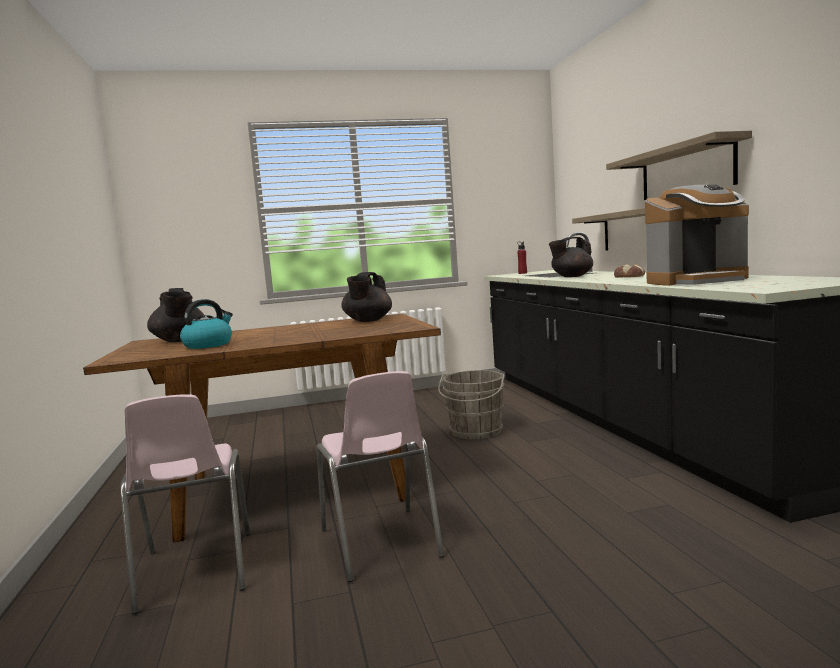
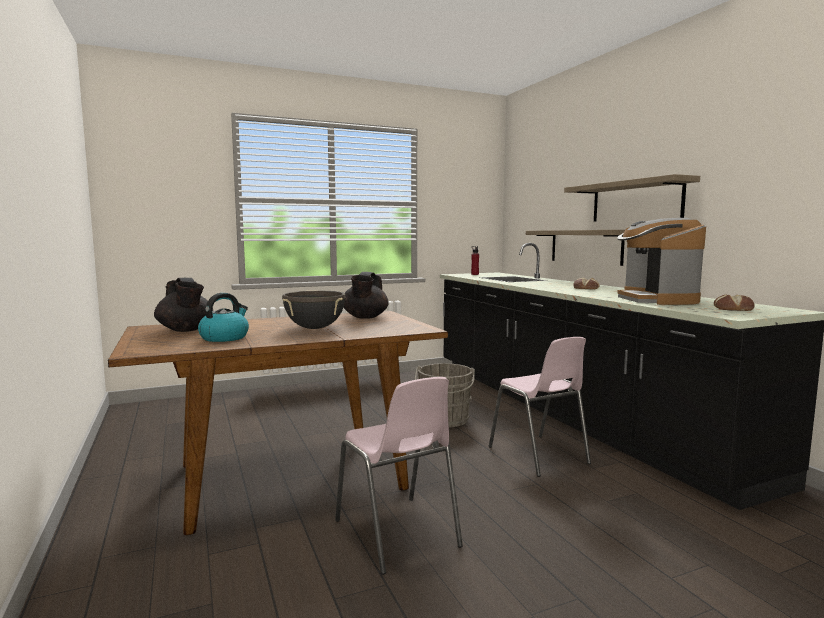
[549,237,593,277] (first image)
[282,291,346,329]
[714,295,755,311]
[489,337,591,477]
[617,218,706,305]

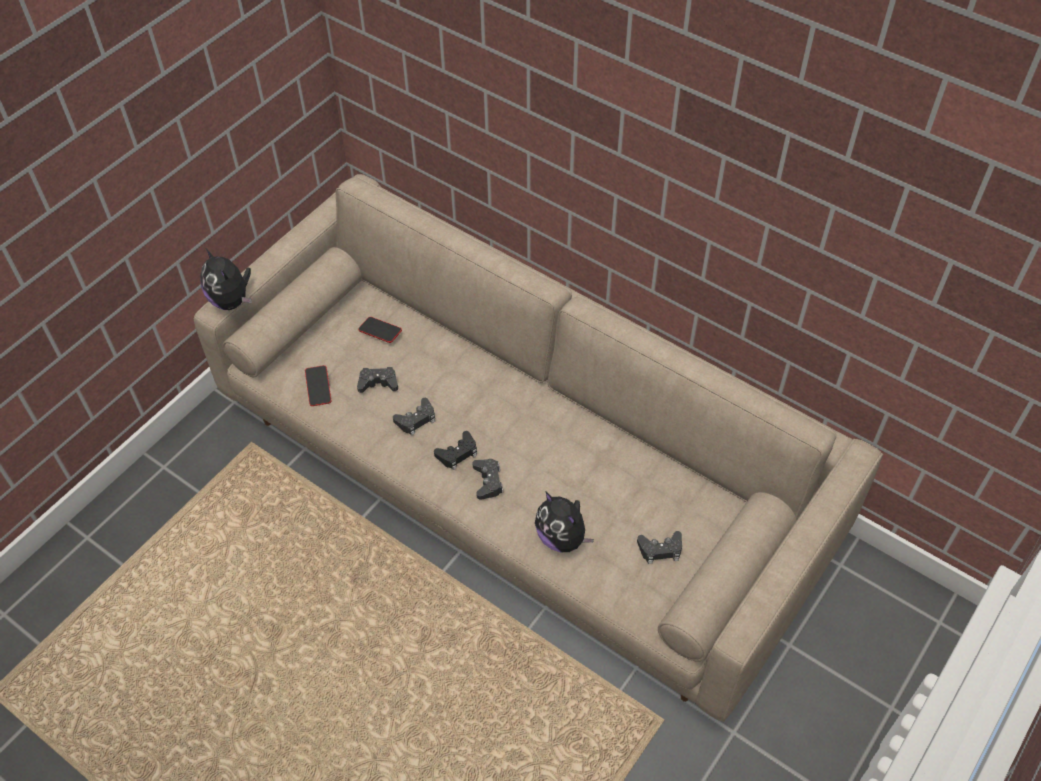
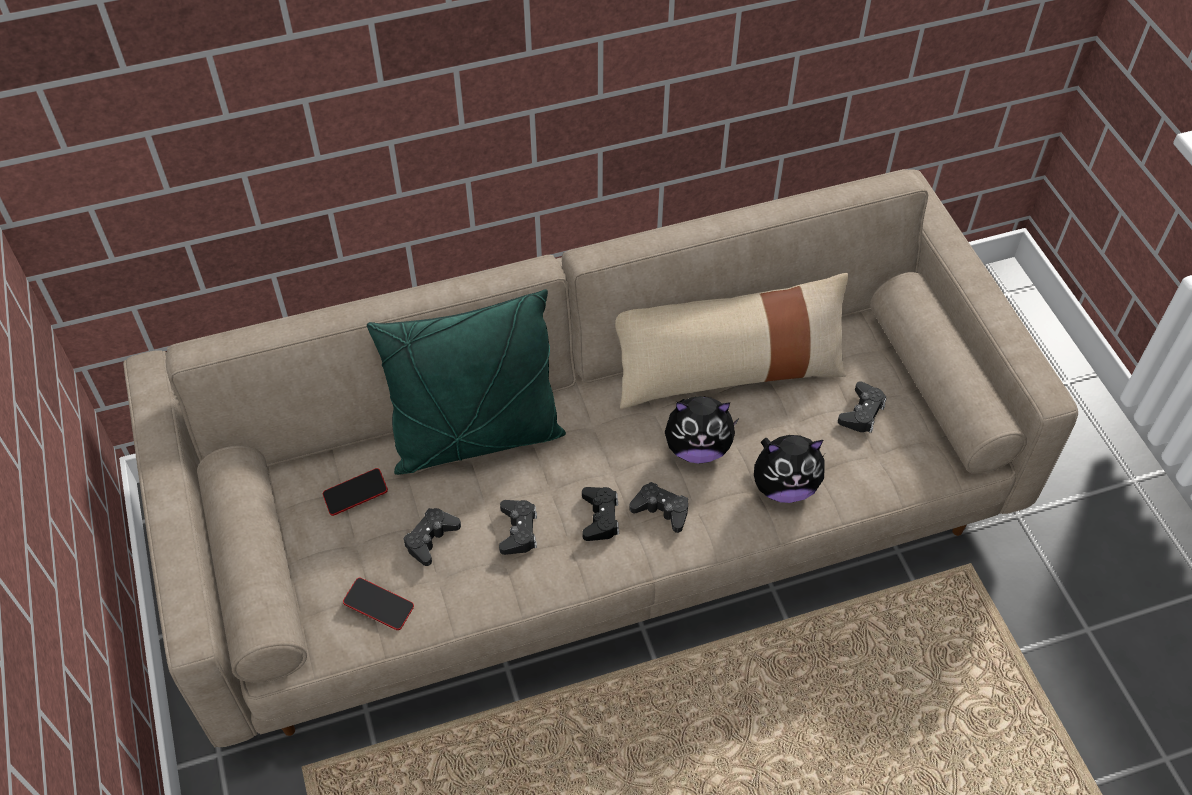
[367,289,566,475]
[615,273,848,409]
[665,396,739,464]

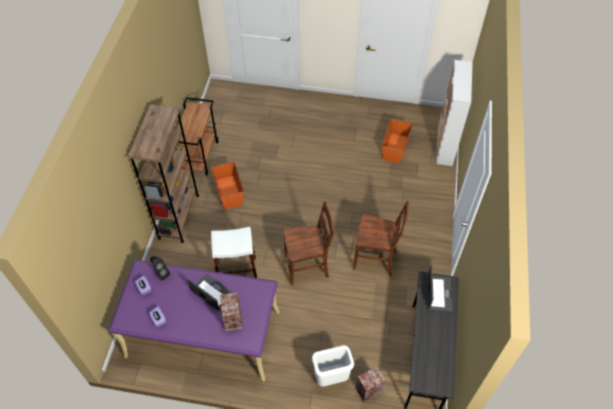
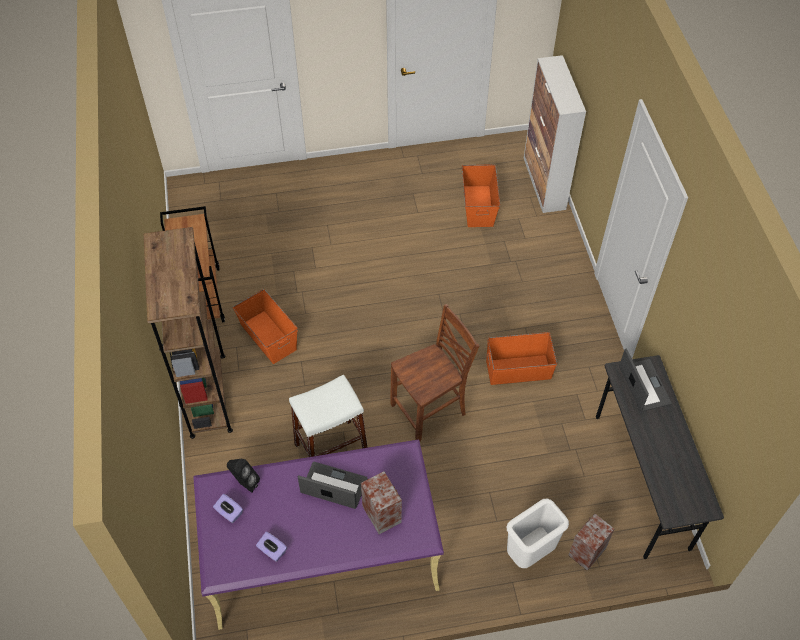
[486,332,557,385]

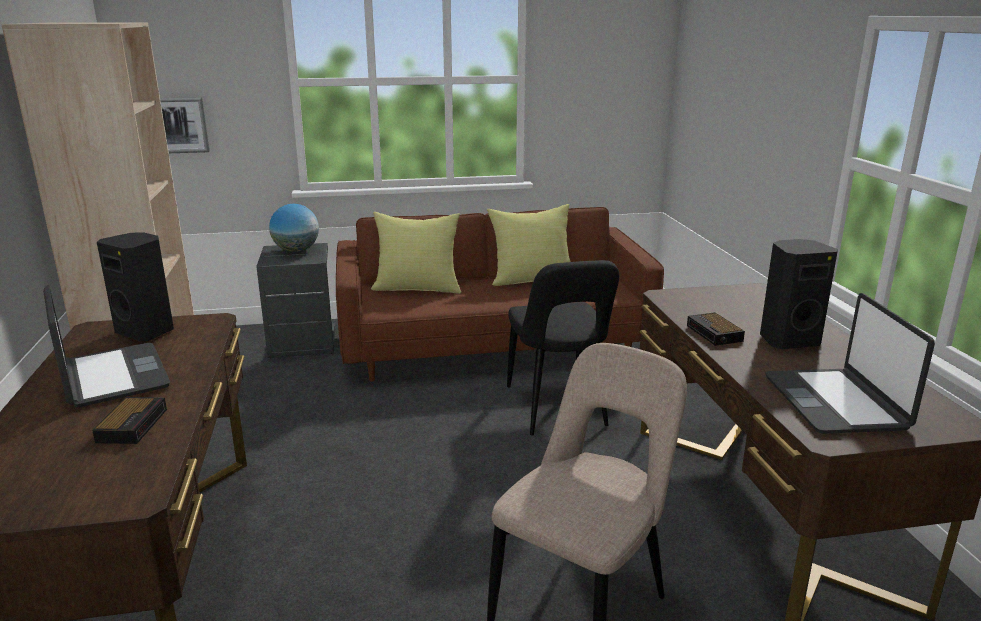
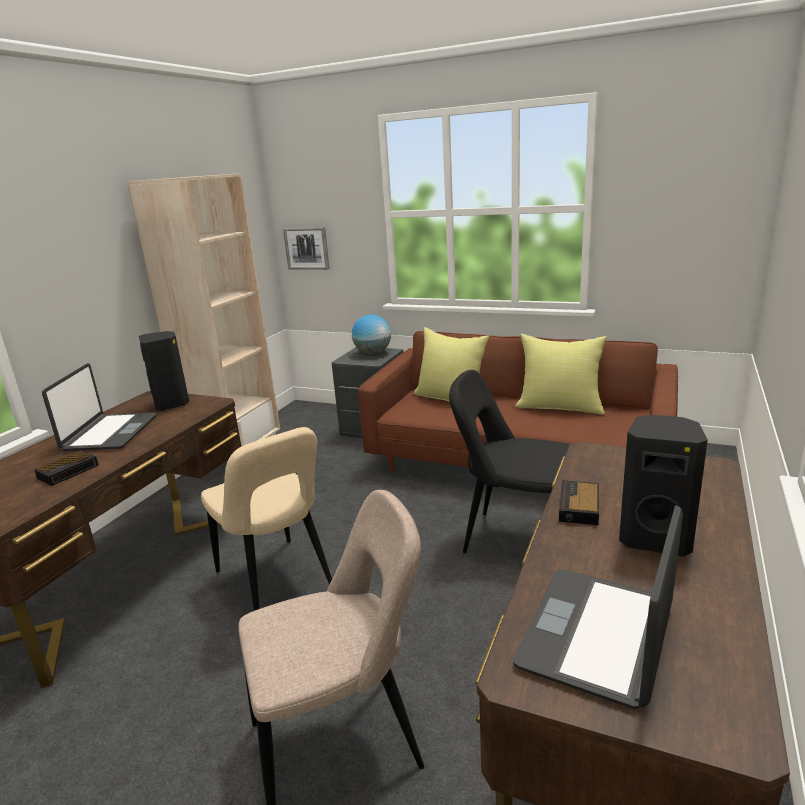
[201,427,332,611]
[449,370,570,553]

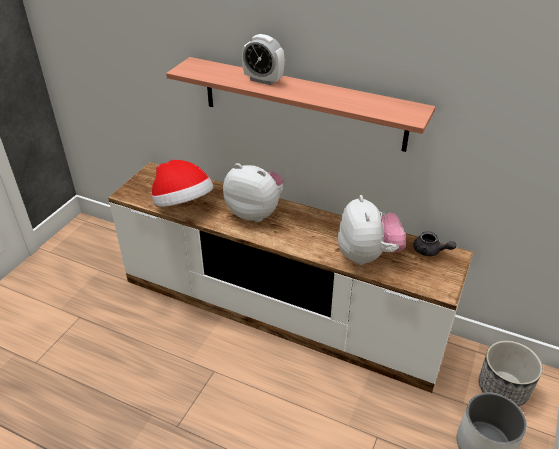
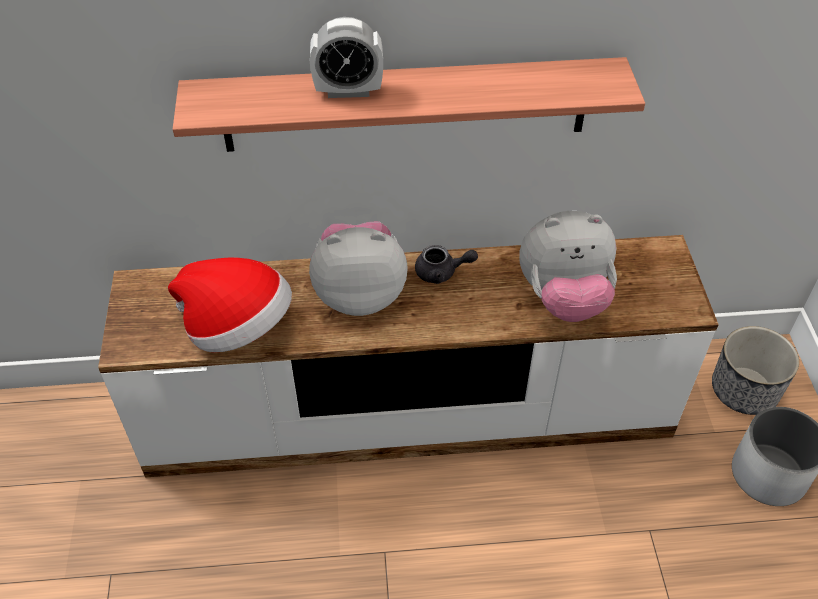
[415,245,478,284]
[519,211,617,322]

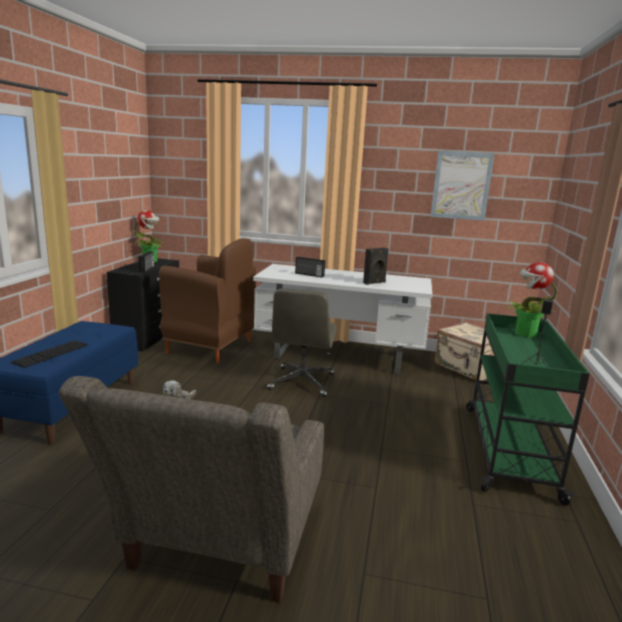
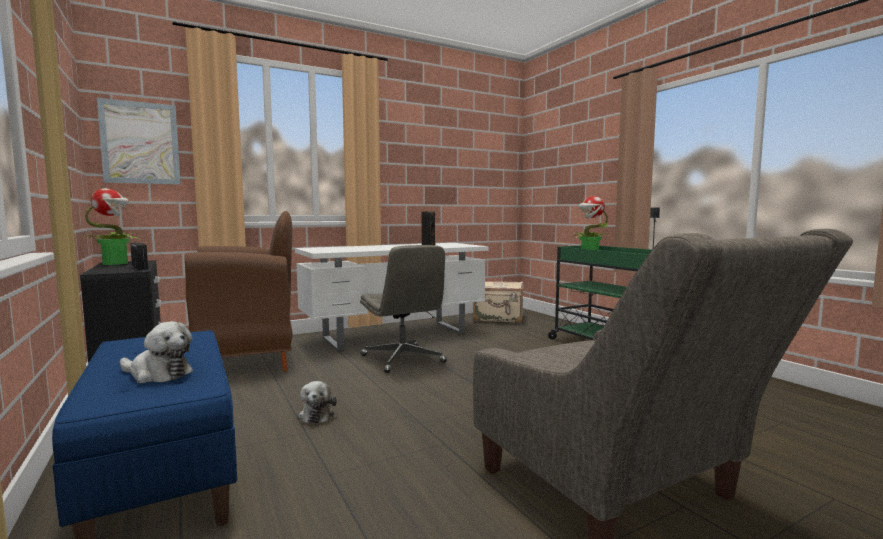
[295,257,325,278] (first image)
[97,98,181,185]
[120,321,193,383]

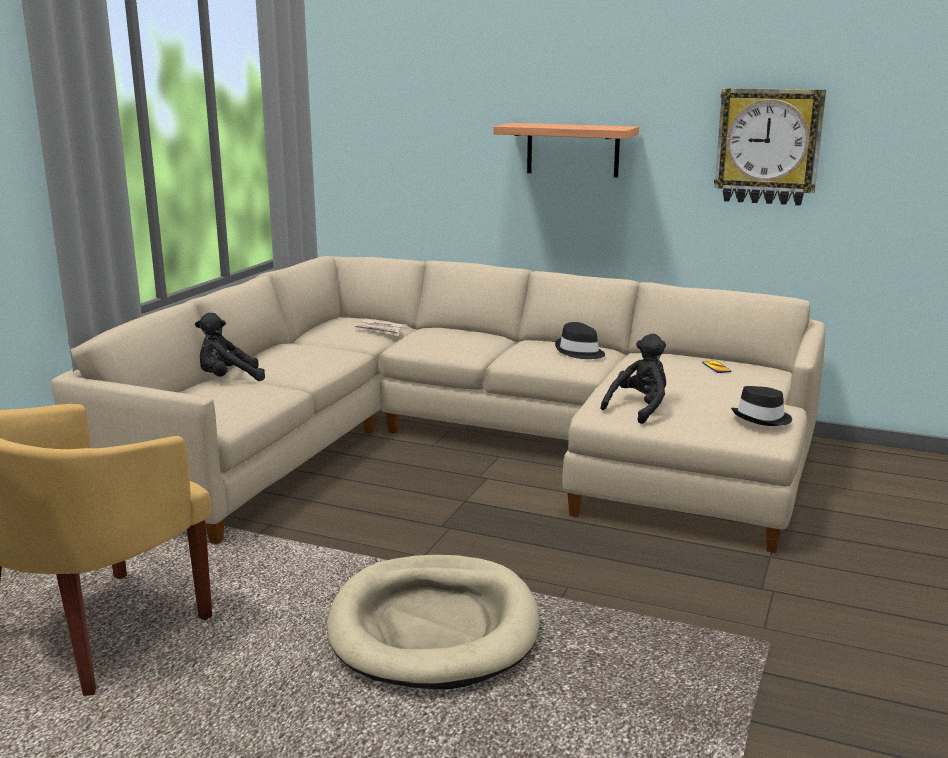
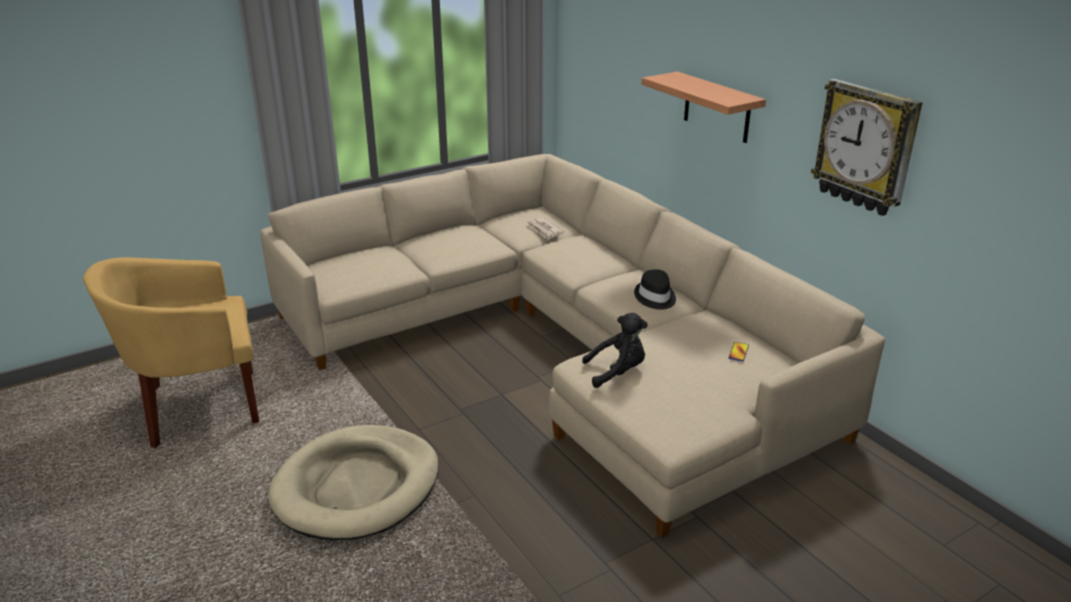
[195,313,265,381] (first image)
[731,386,792,426] (first image)

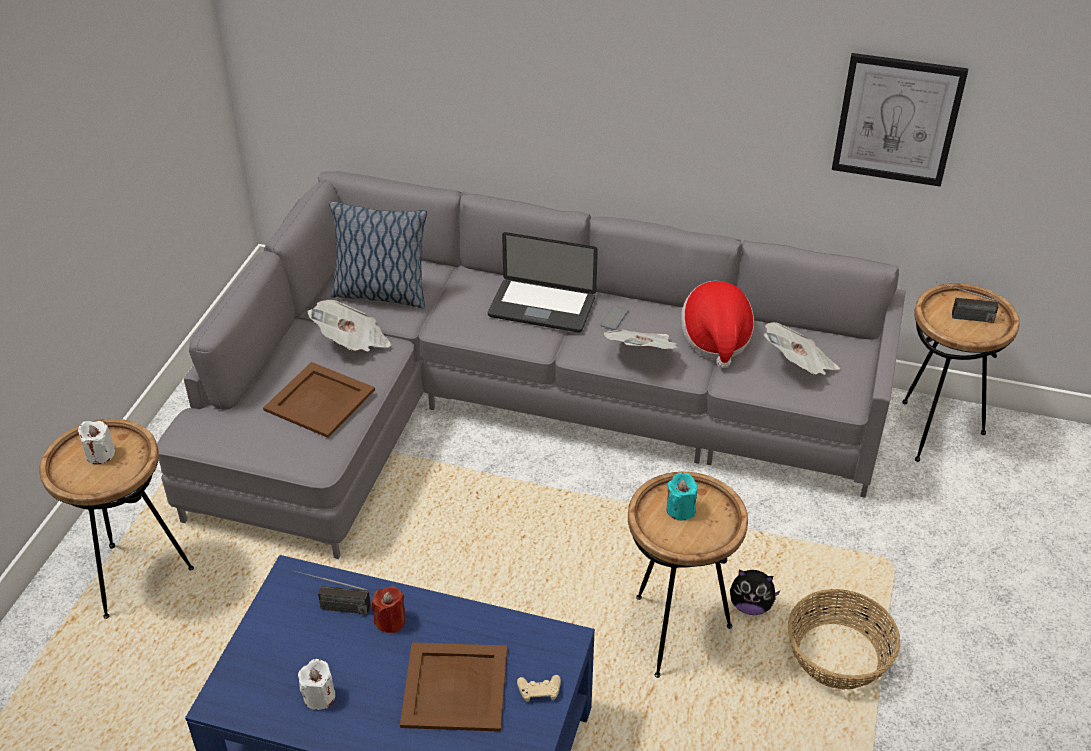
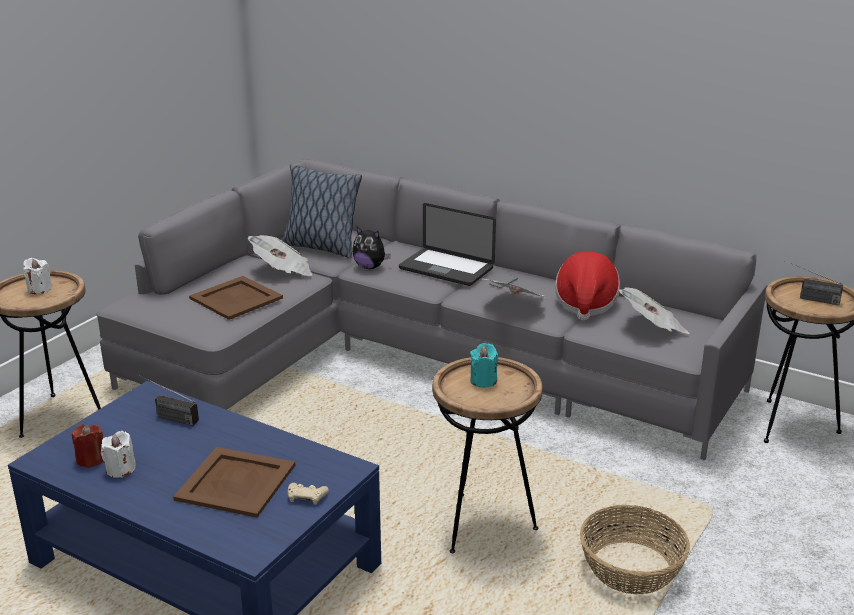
[832,53,968,187] (first image)
[72,425,103,468]
[352,227,391,269]

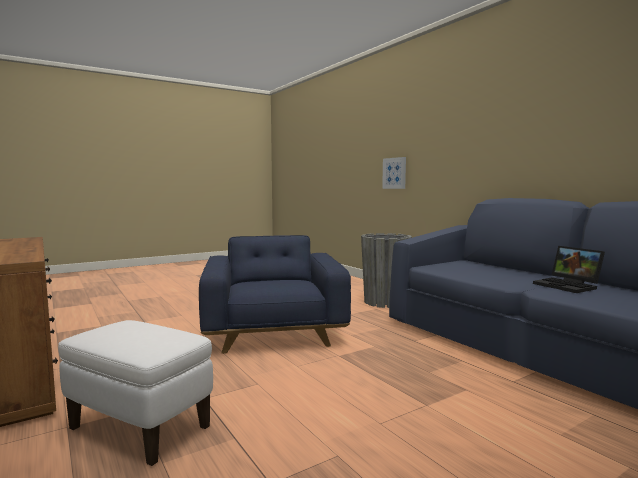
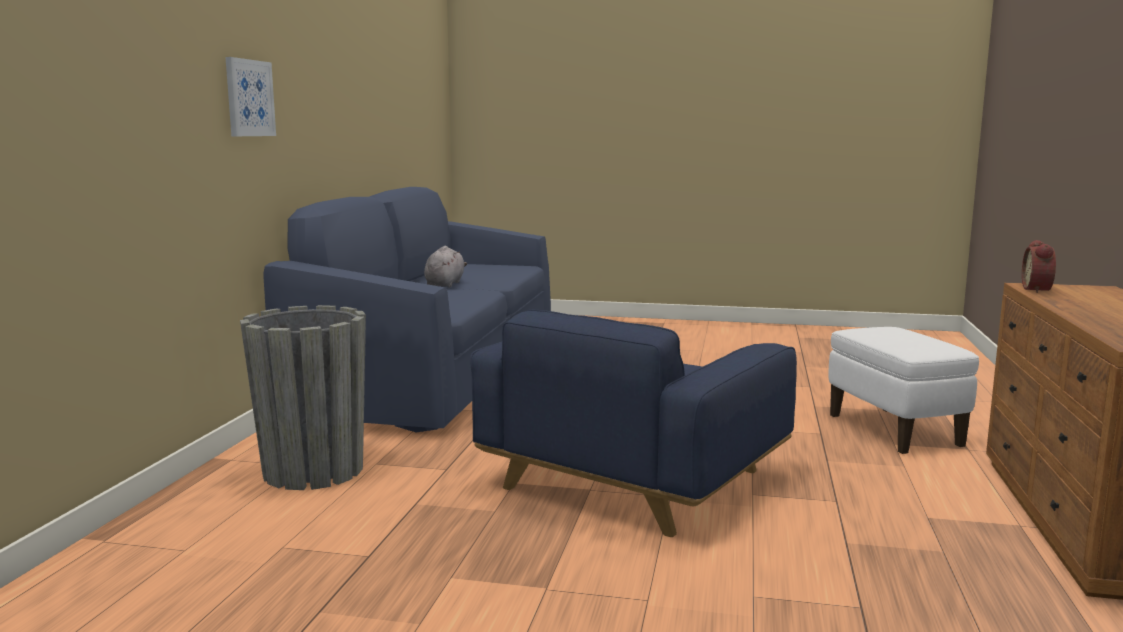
[1022,240,1056,293]
[225,57,276,136]
[424,246,467,288]

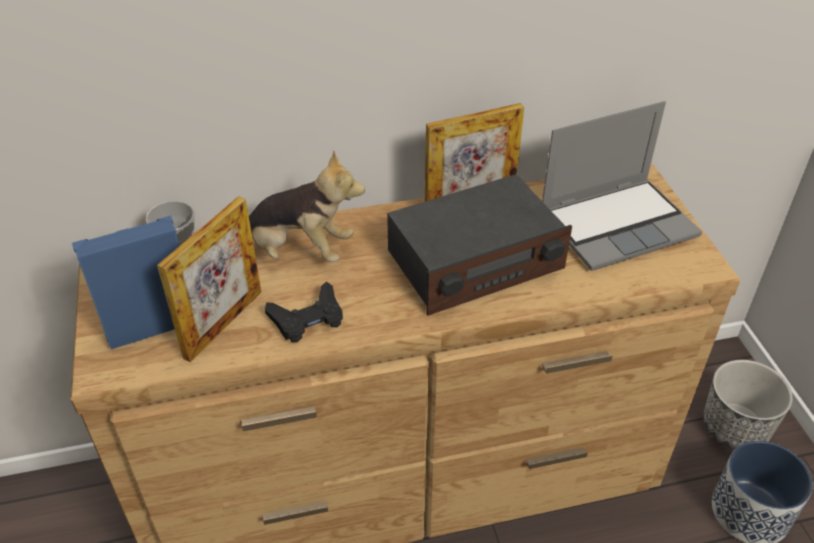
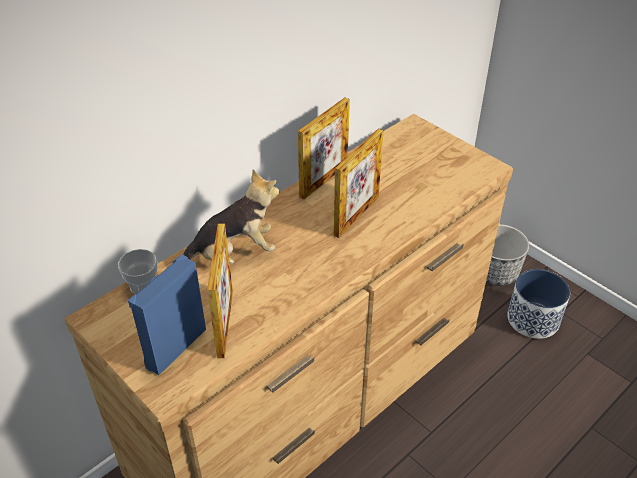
[265,281,343,343] (first image)
[542,101,702,271] (first image)
[334,129,384,238]

